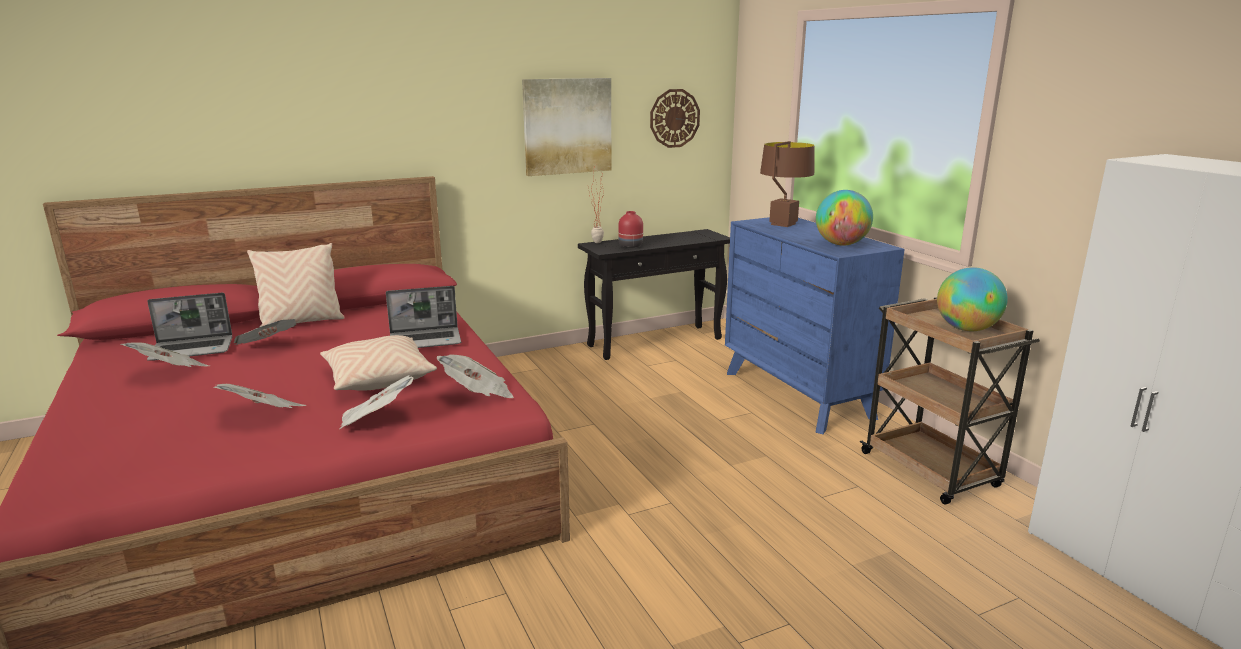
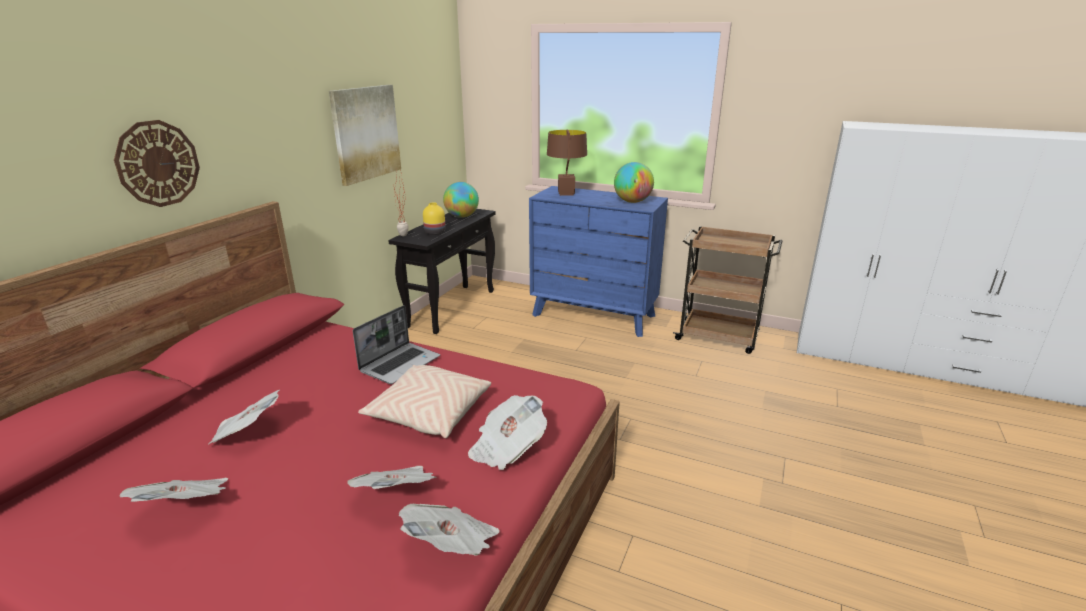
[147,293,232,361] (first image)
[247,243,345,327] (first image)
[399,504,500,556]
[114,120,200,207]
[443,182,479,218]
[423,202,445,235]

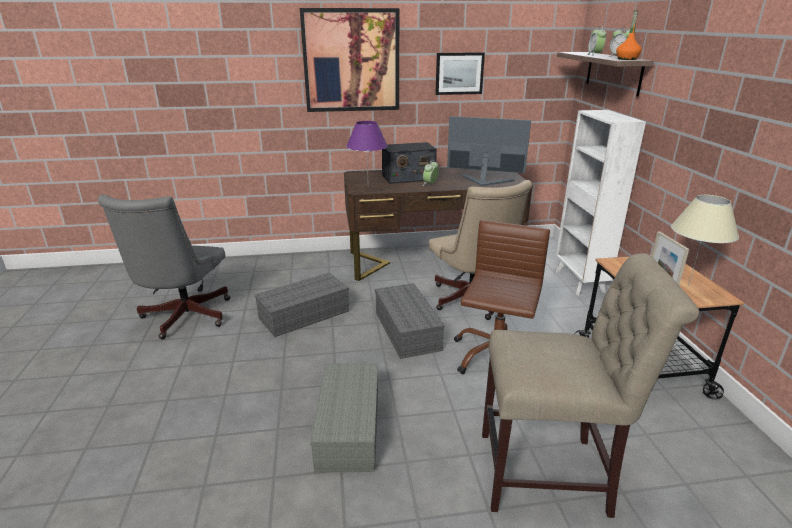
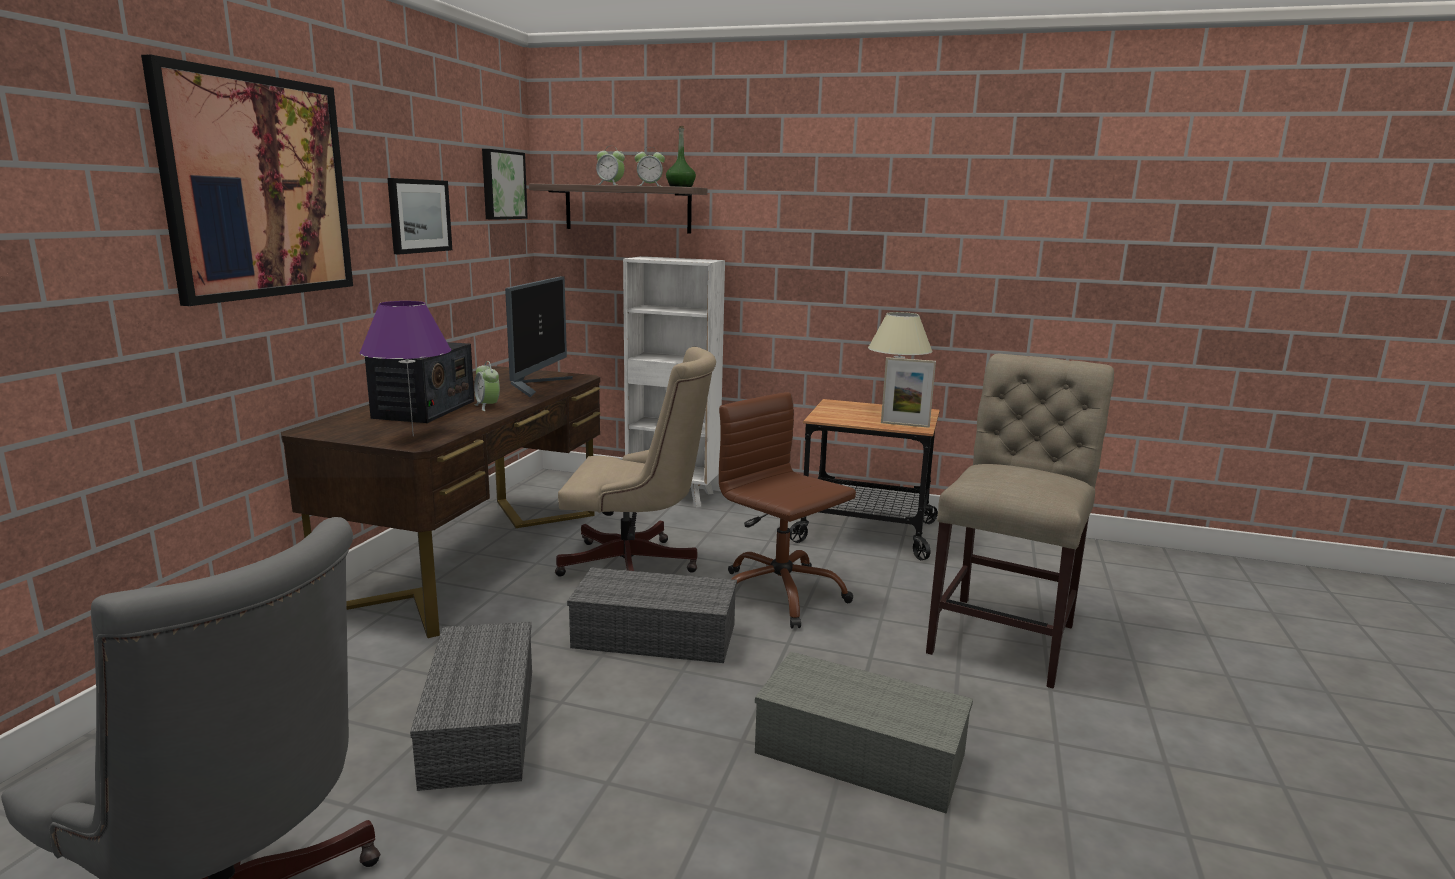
[482,149,528,220]
[666,126,696,187]
[505,276,573,398]

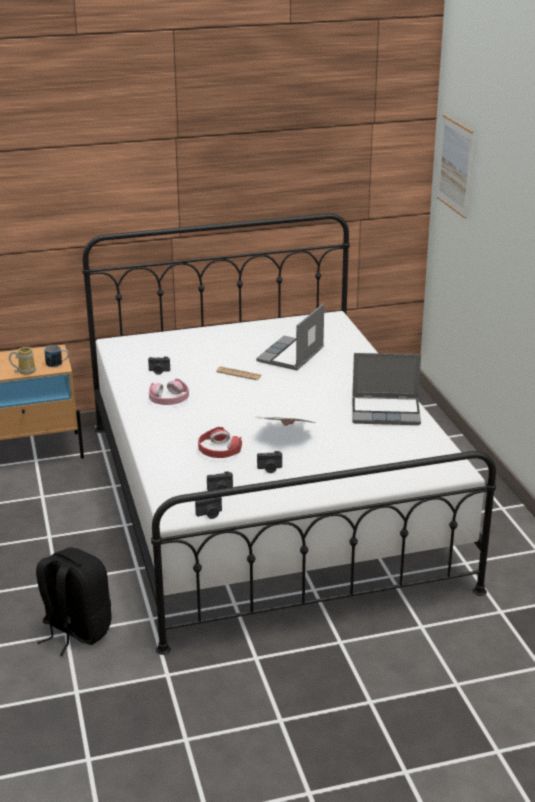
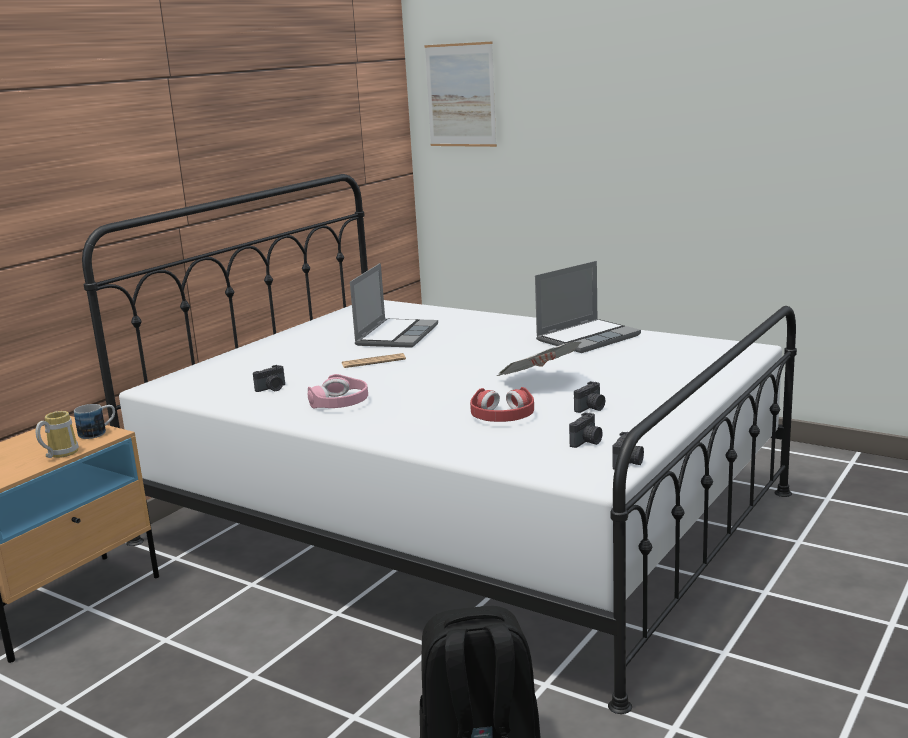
[350,263,438,348]

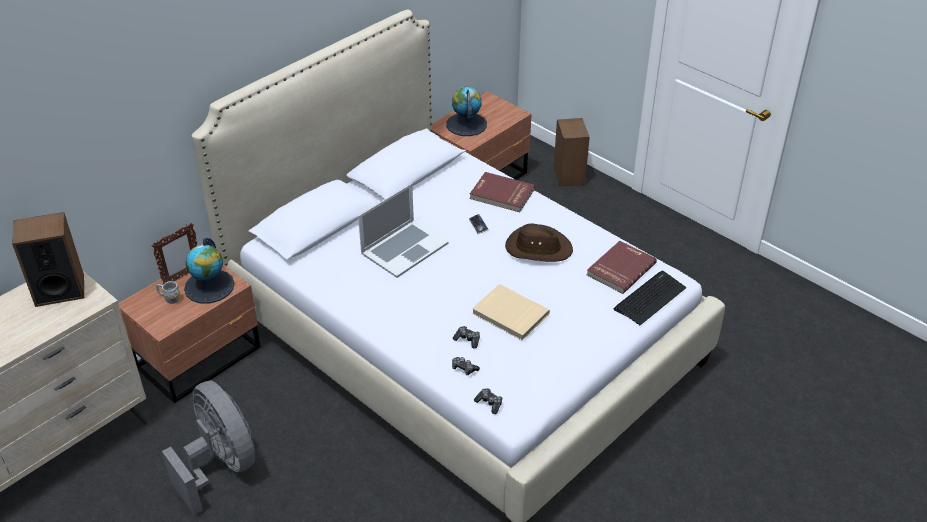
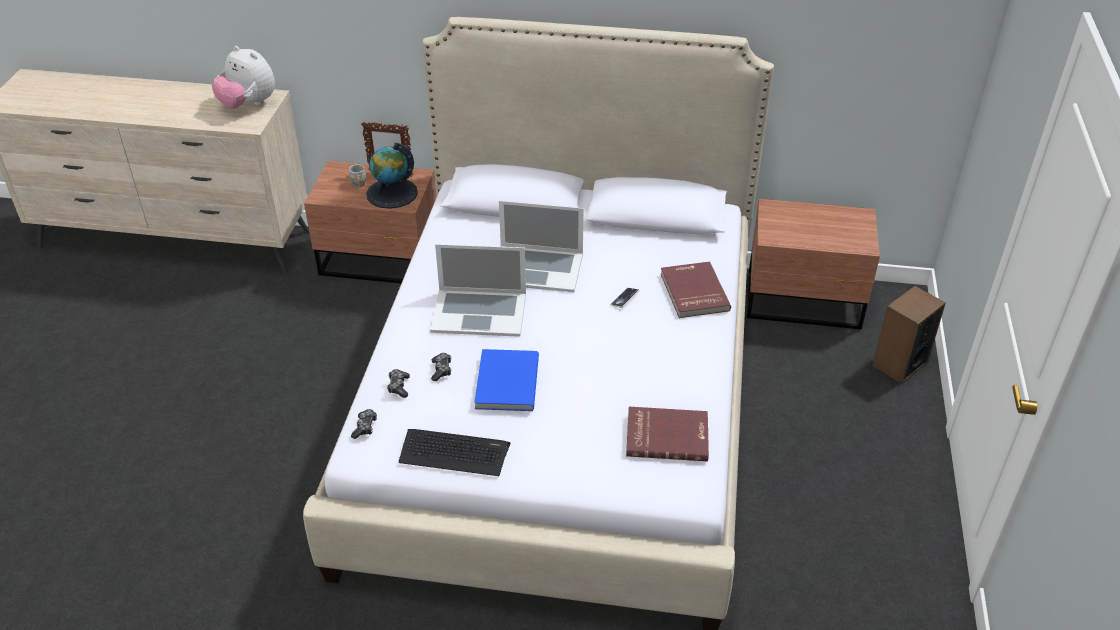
[162,380,255,515] (first image)
[446,87,487,136] (first image)
[505,224,573,262] (first image)
[430,244,526,337]
[399,429,510,476]
[212,46,275,109]
[474,349,539,411]

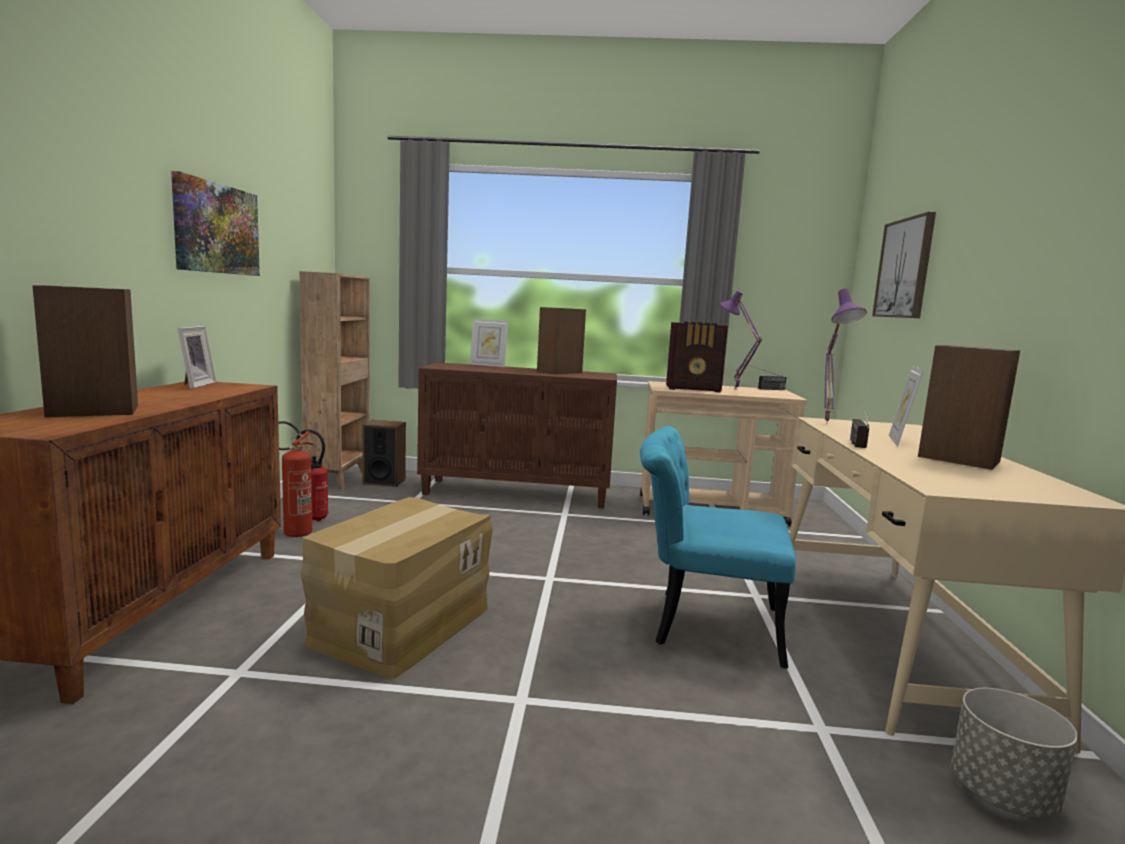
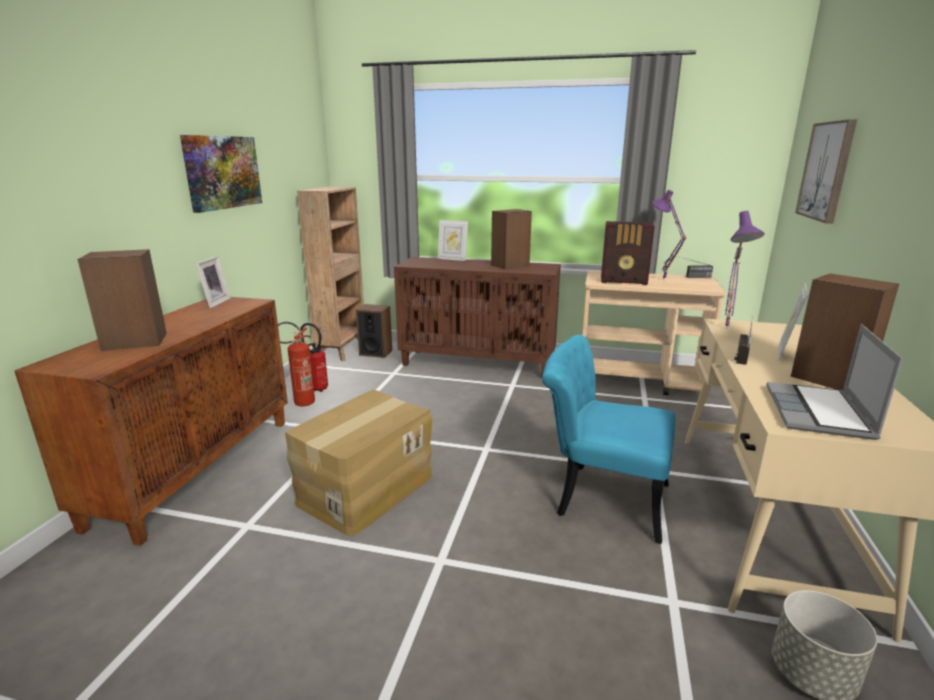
[766,324,903,440]

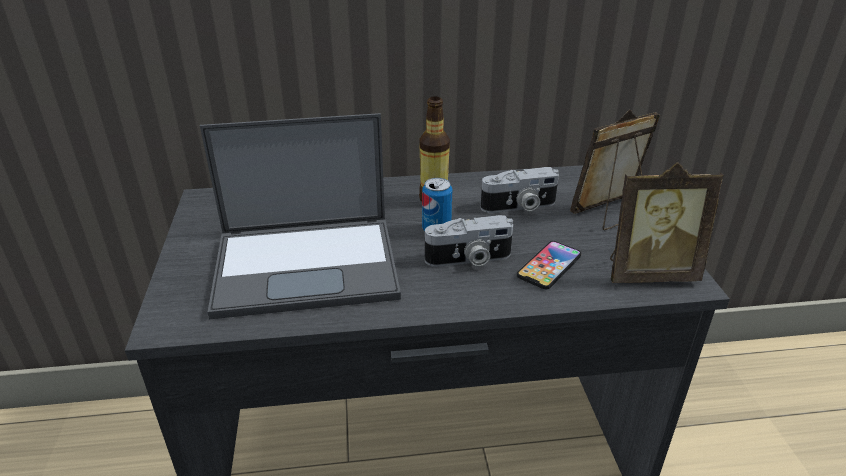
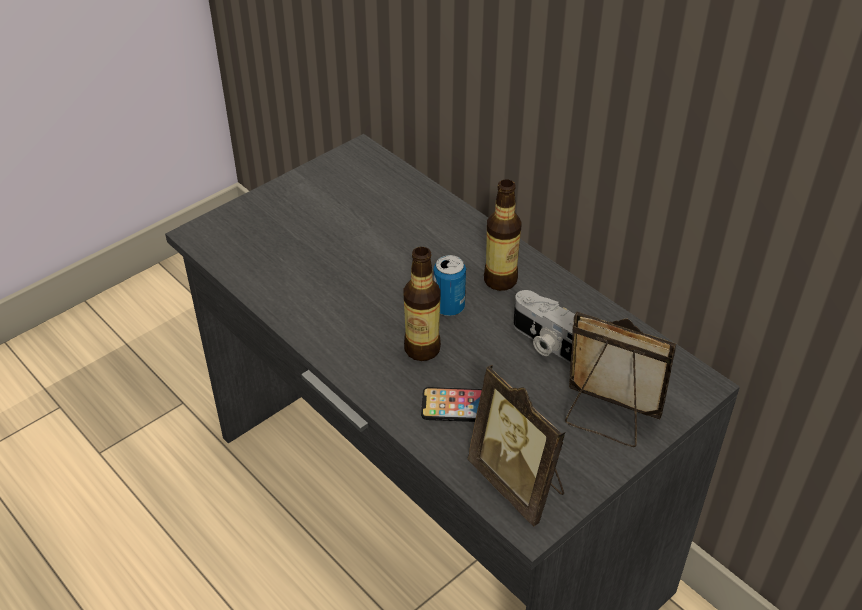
[200,113,401,319] (first image)
[403,247,441,361]

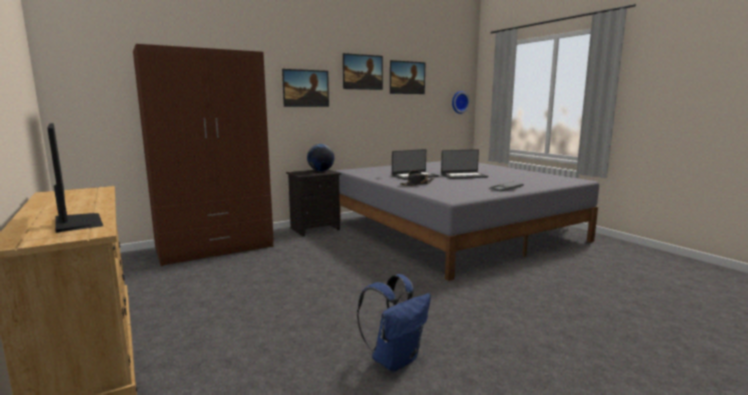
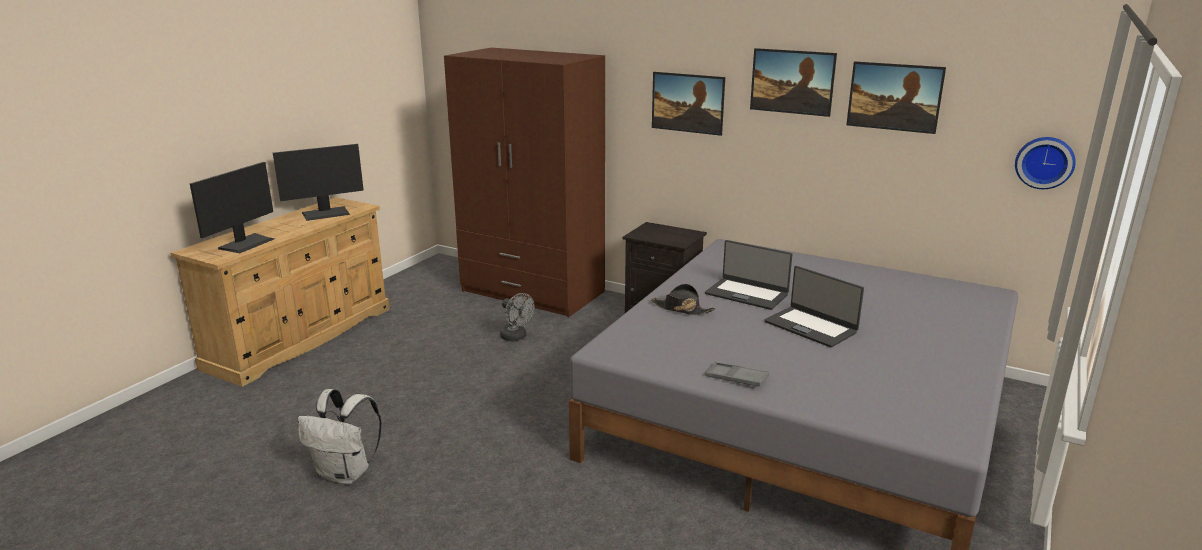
[307,144,334,171] (first image)
[273,144,364,221]
[500,293,534,341]
[298,389,382,484]

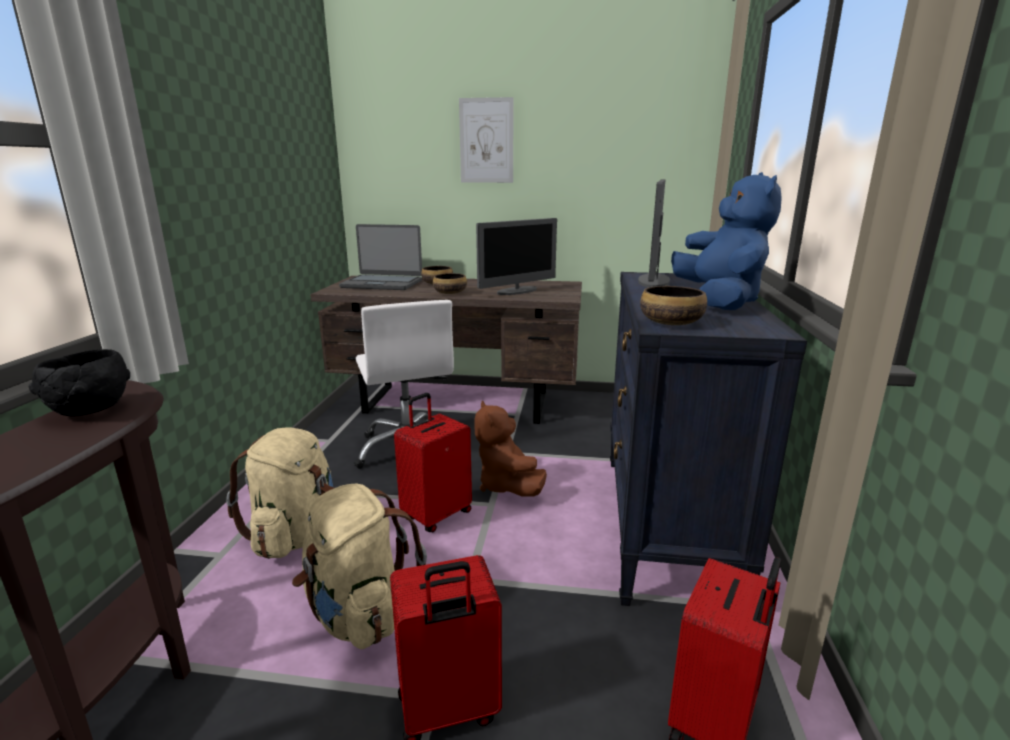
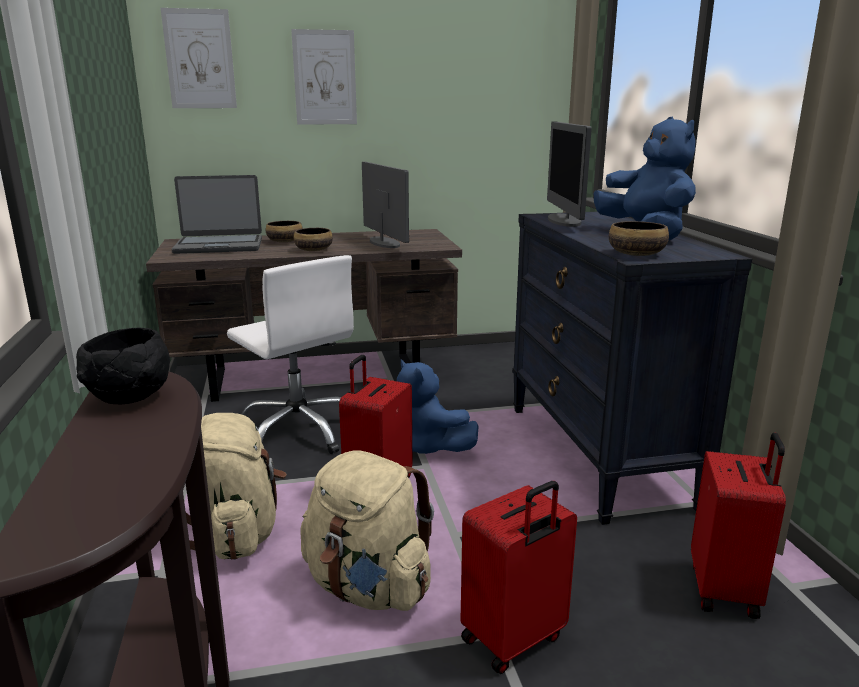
[161,8,237,108]
[397,360,479,454]
[362,161,409,248]

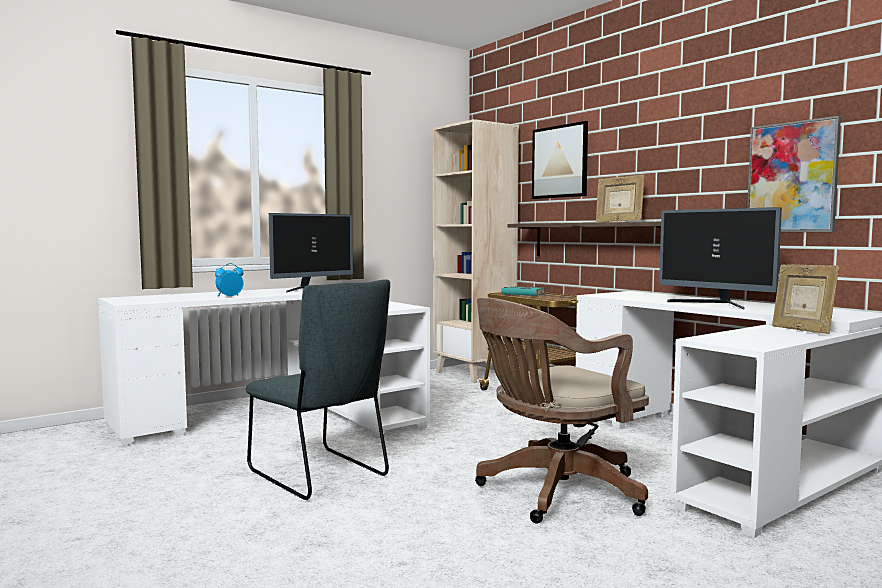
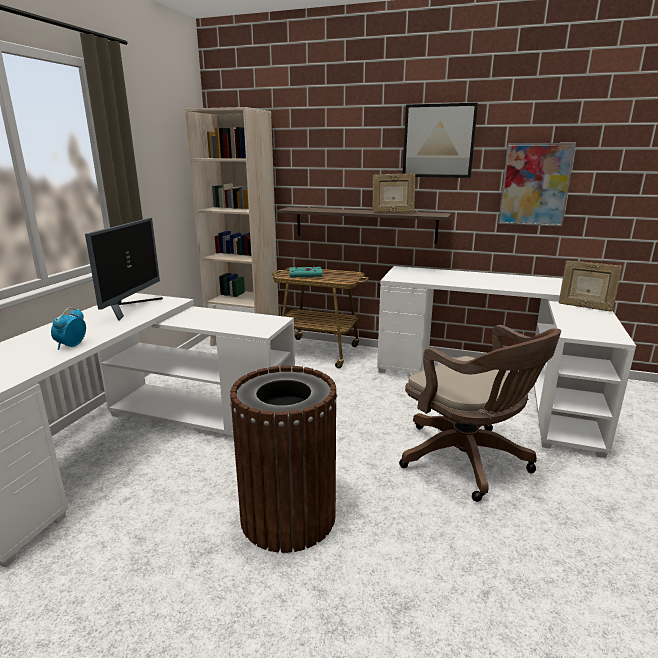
[659,207,782,310] (first image)
[403,103,478,178]
[230,366,337,553]
[399,325,561,502]

